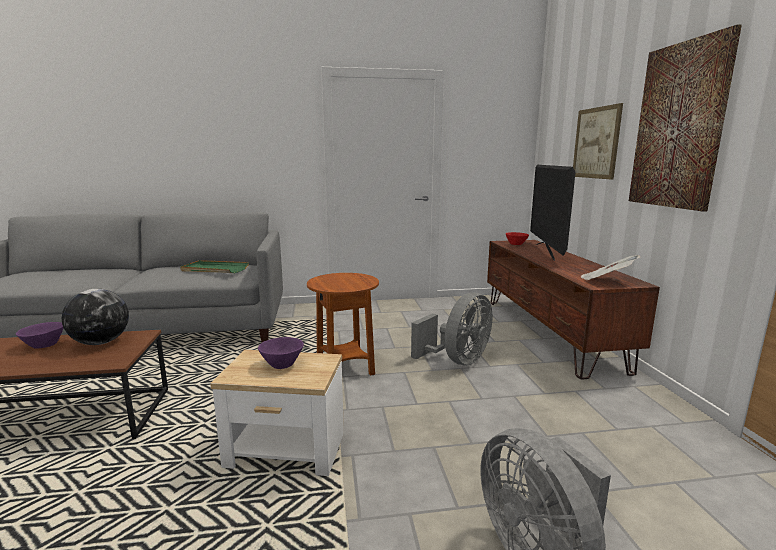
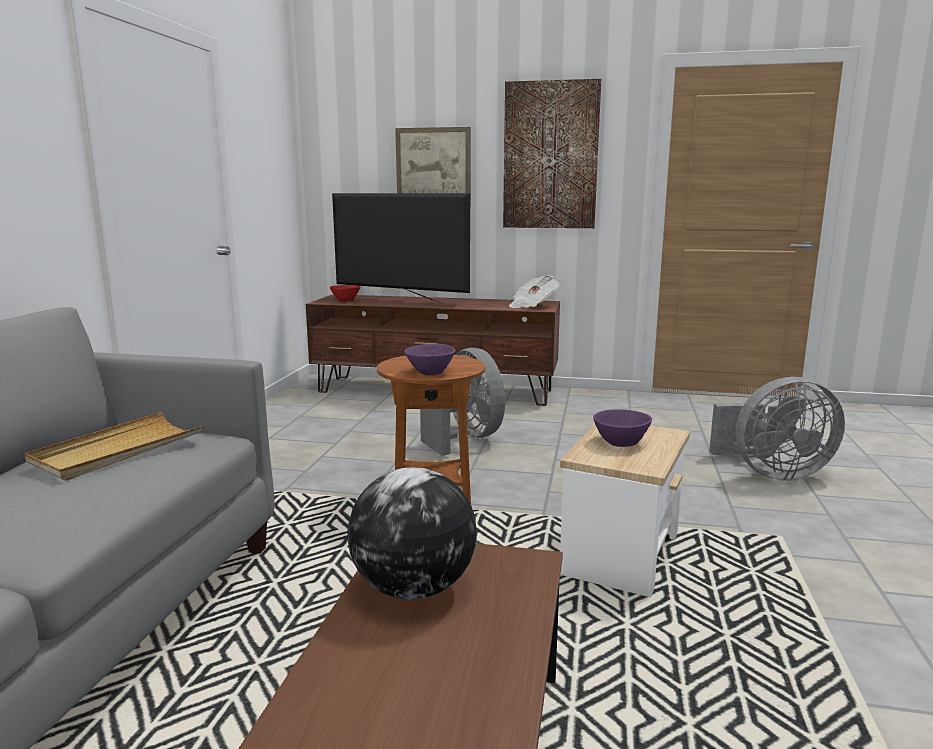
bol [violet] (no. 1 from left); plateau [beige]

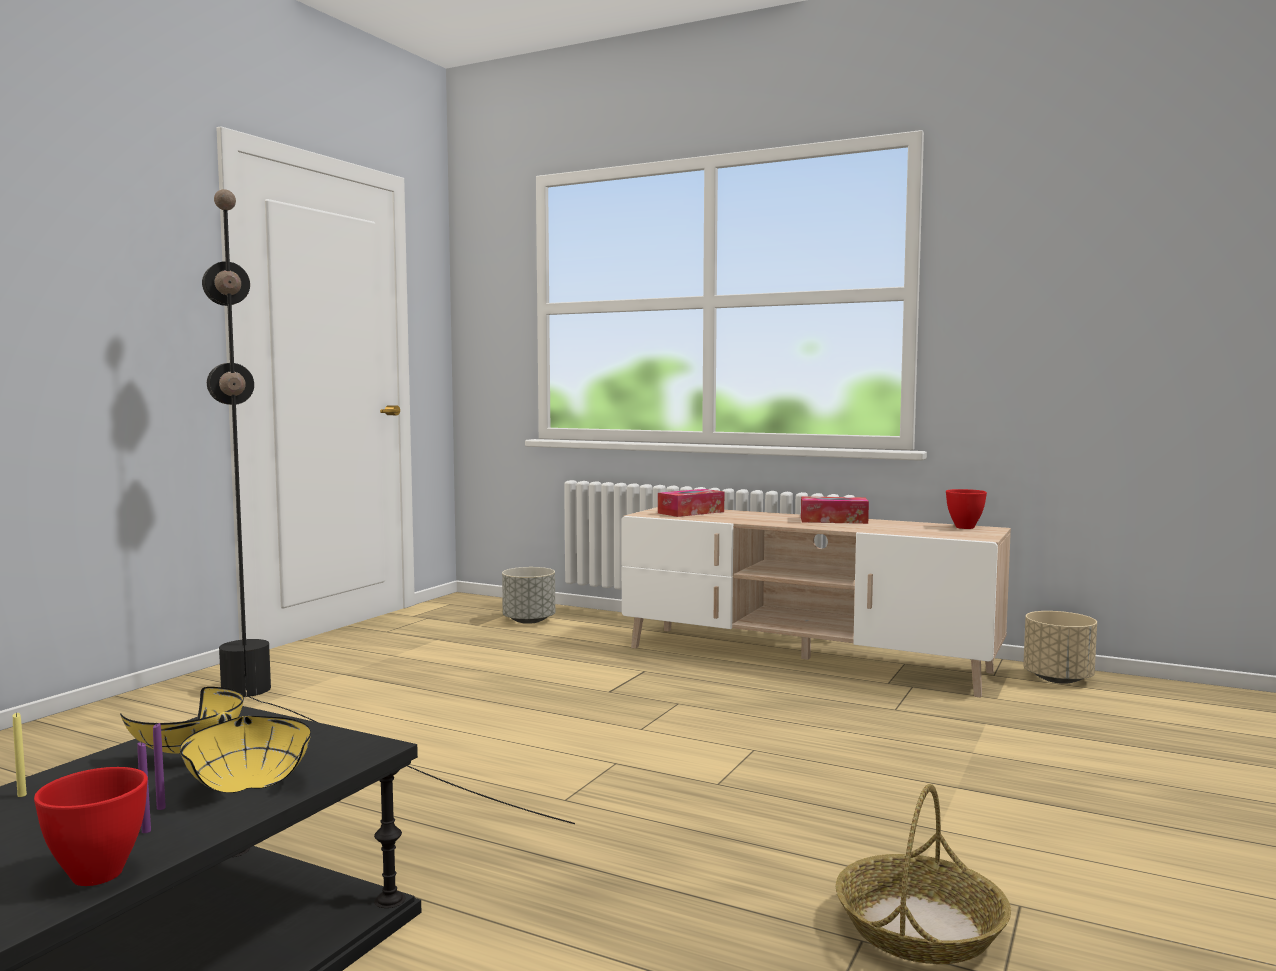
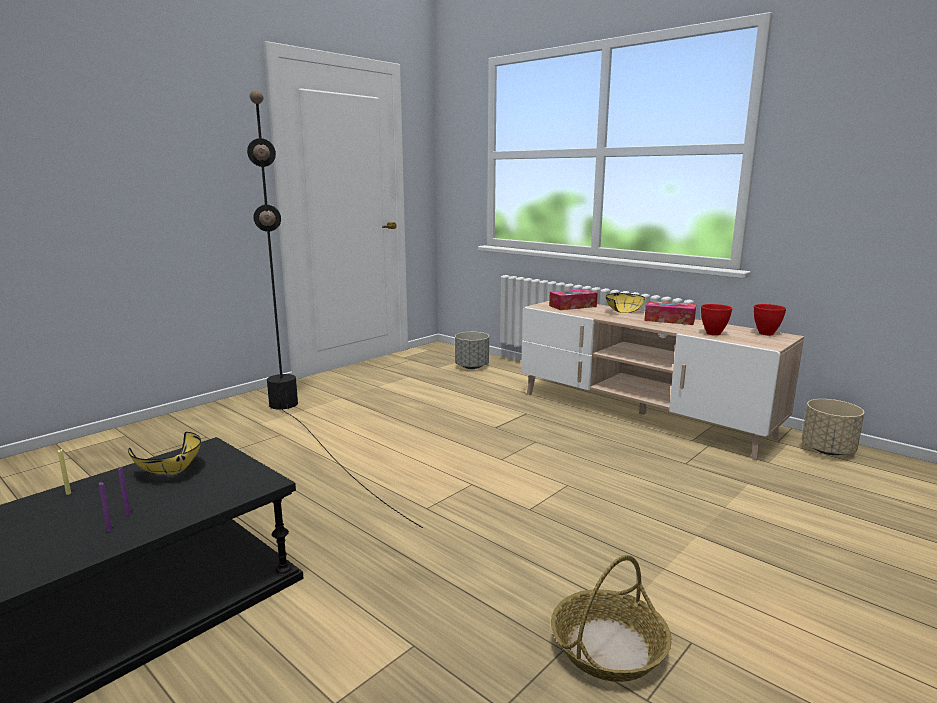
bol [rouge] (no. 1 from left); bol [jaune] (no. 2 from left)

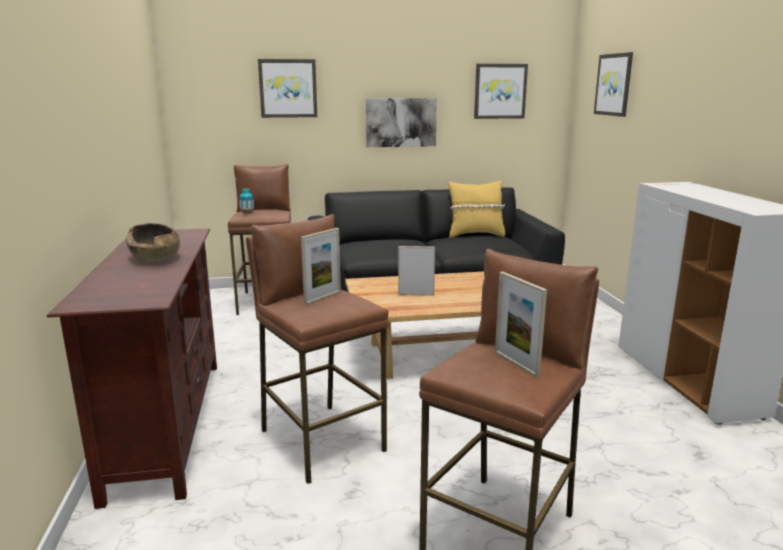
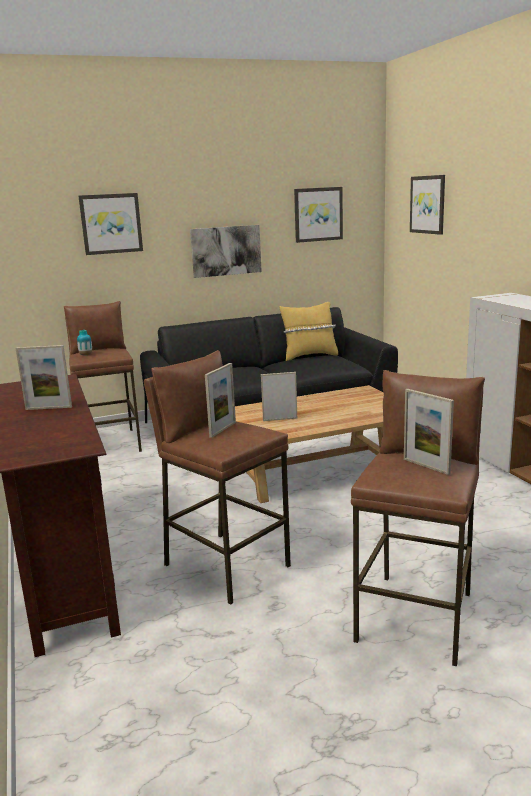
cadre photo (no. 1 from left)

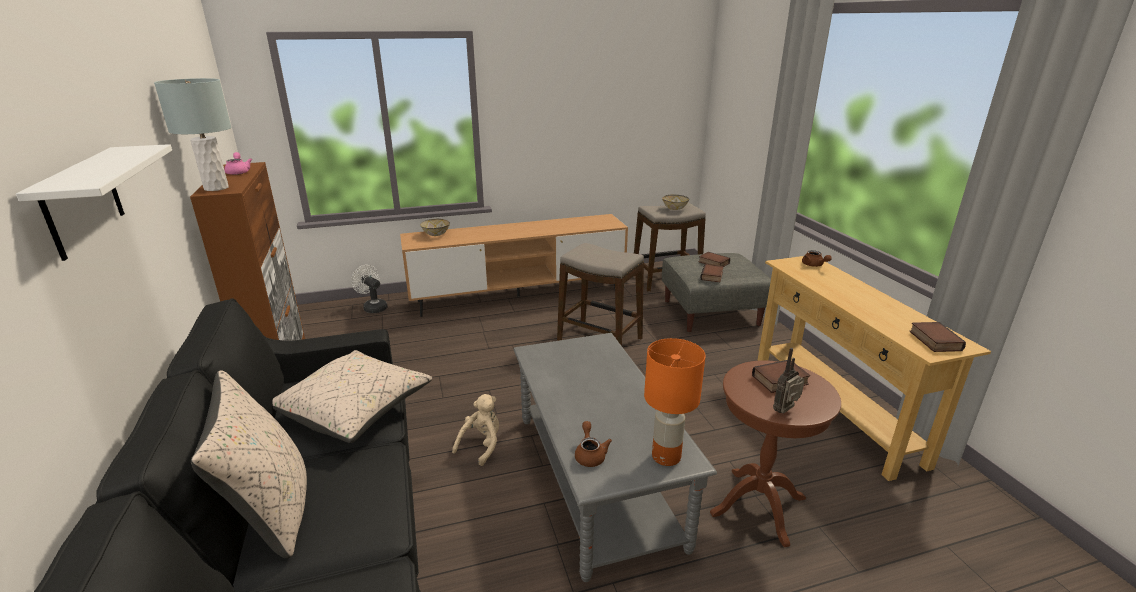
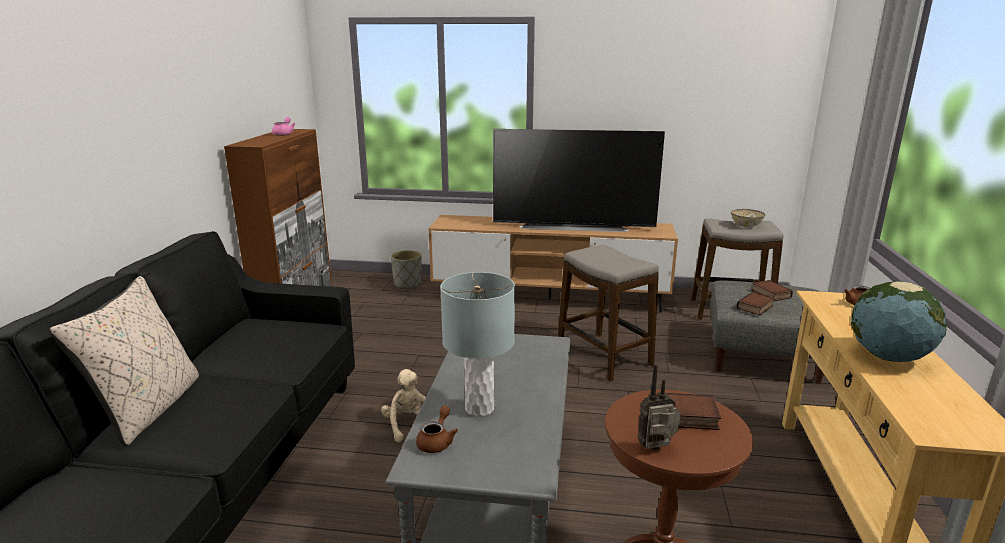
étagère [blanc]; coussin [beige] (no. 2 from left in the first image); bol (no. 1 from left in the first image); lampe de table [orange]; livre (no. 4 from left in the first image); téléviseur; globe; lampe de table [gris]; cache-pot [gris]; peluche [beige]

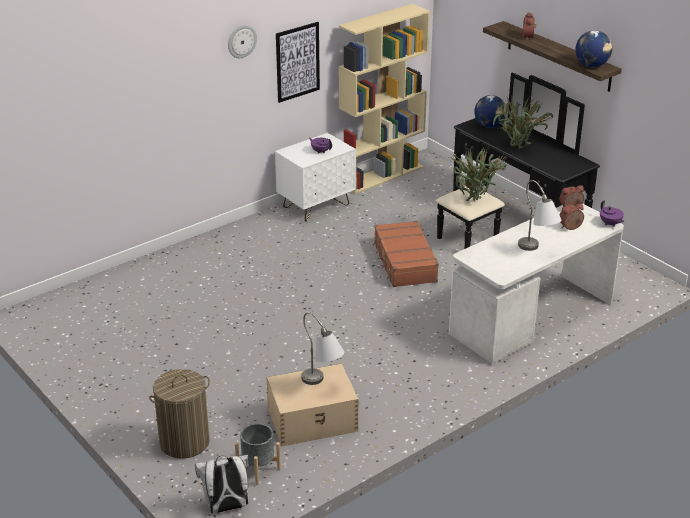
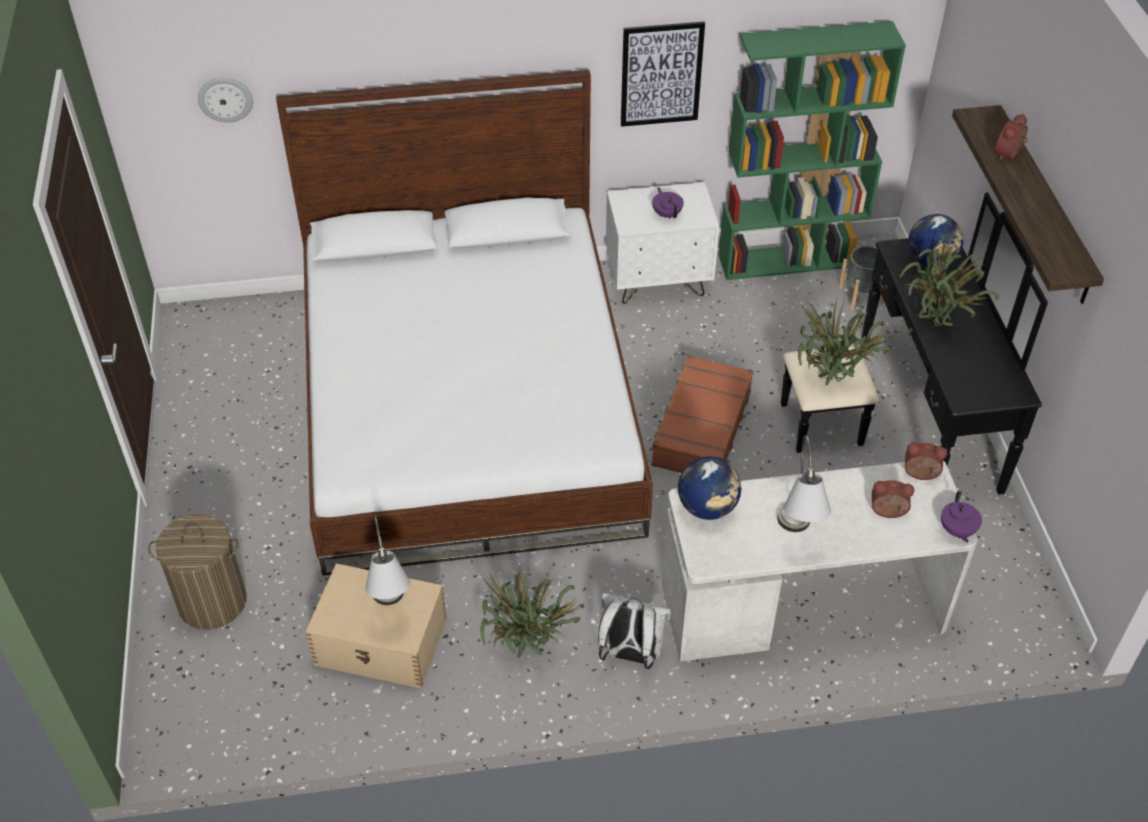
lit; plante en pot (no. 1 from left); sac à dos [blanc]; horloge murale; cache-pot [gris]; globe (no. 1 from left); bibliothèque [vert]

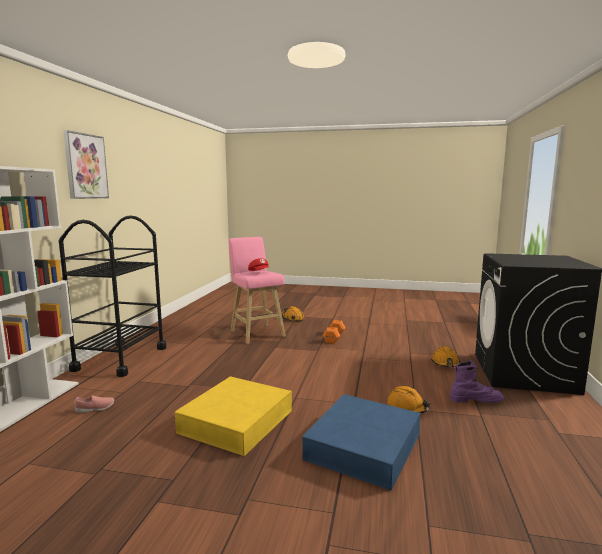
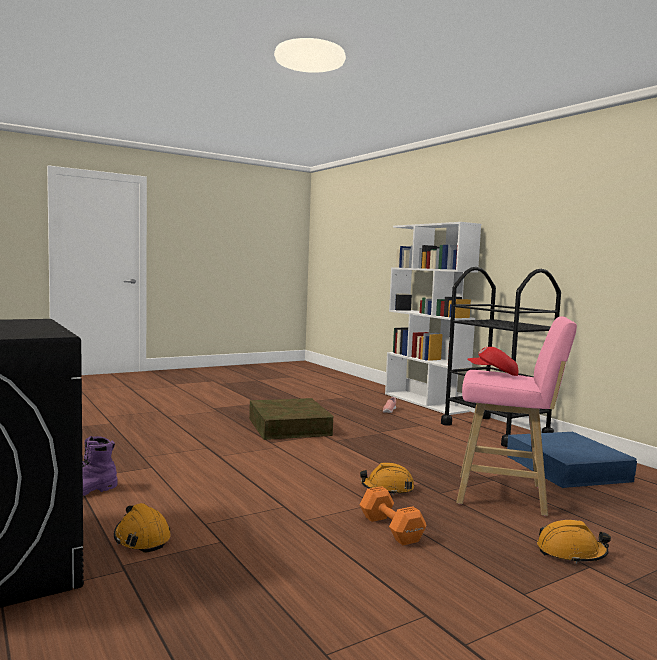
tableau; boîte de rangement [bleu]; casque de chantier [orange] (no. 2 from left); boîte de rangement [marron]

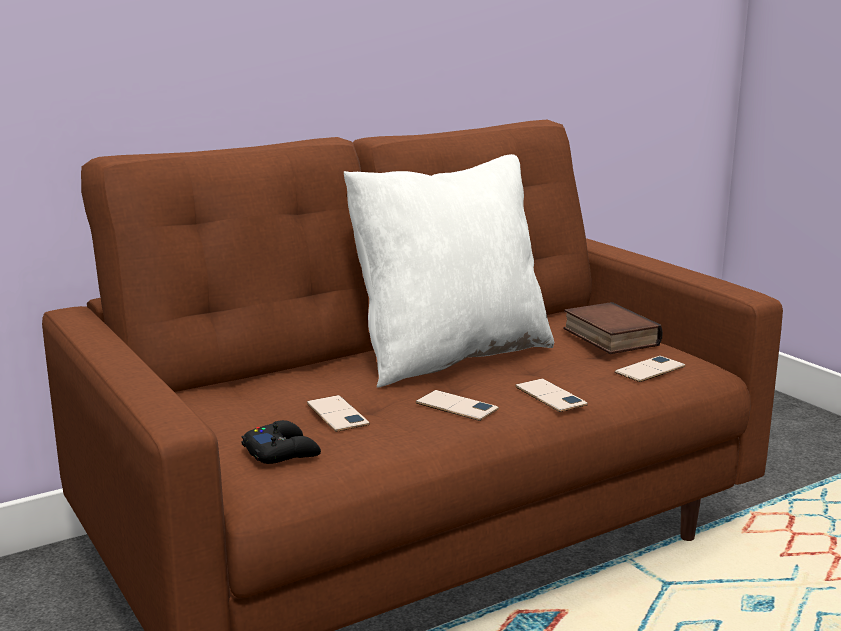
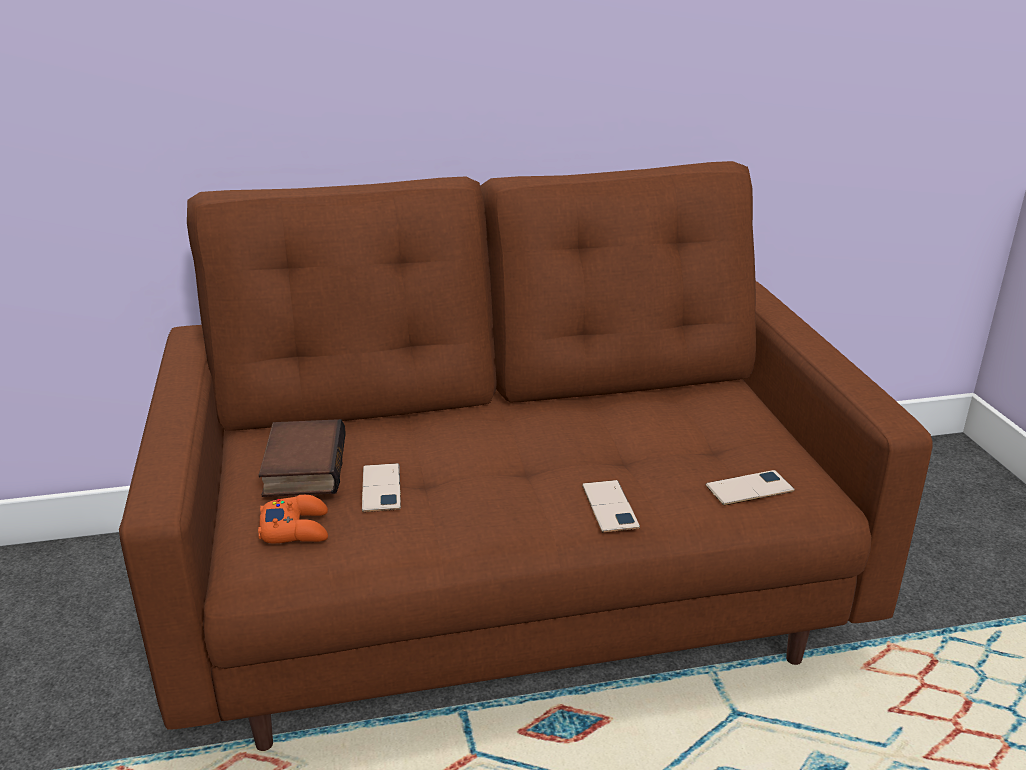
coussin [blanc]; téléphone (no. 2 from left in the first image); livre; manette [orange]

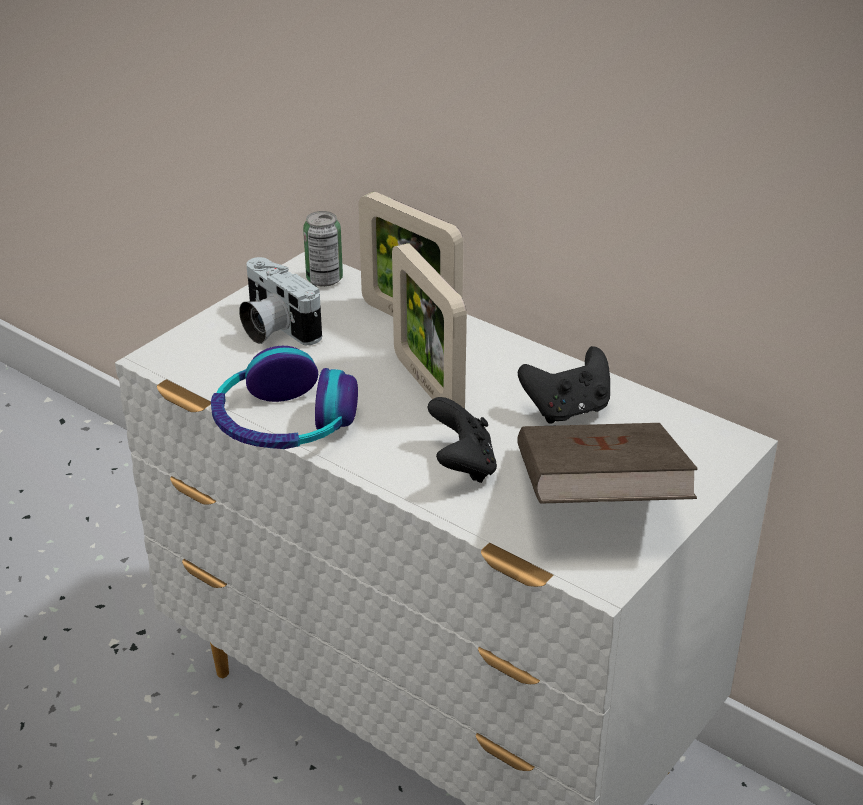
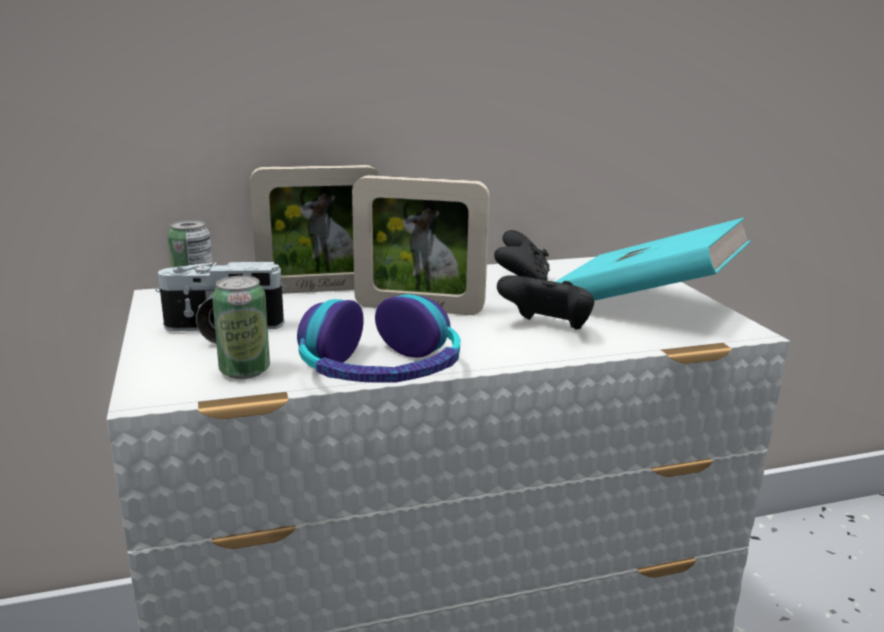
boîte métallique (no. 2 from left); livre [turquoise]

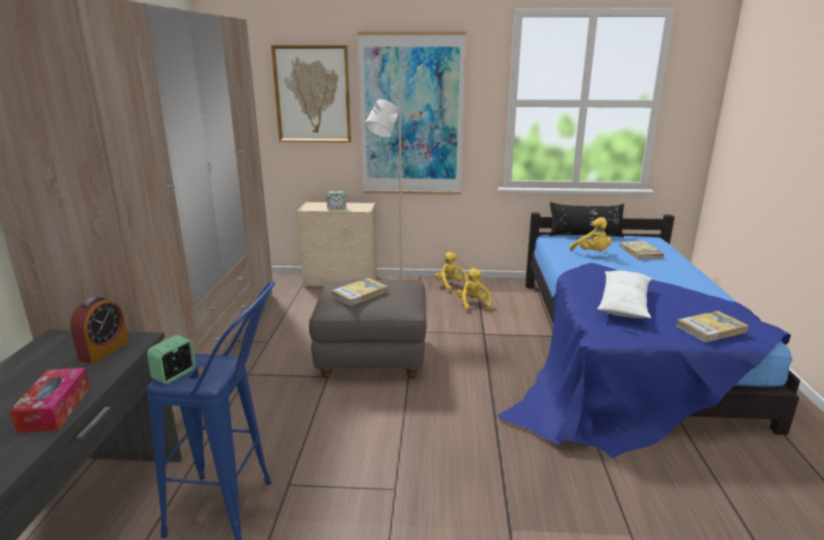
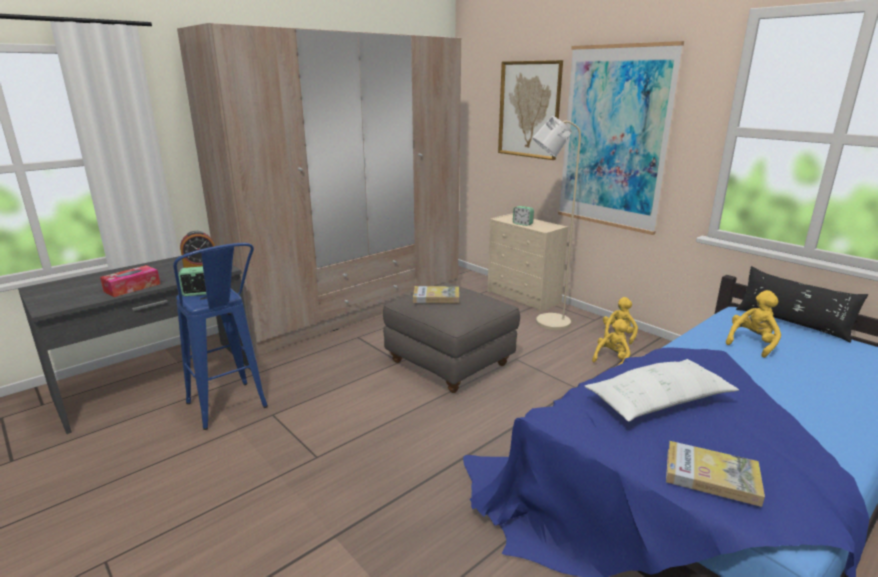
livre (no. 2 from left in the first image); peluche [jaune] (no. 3 from left)

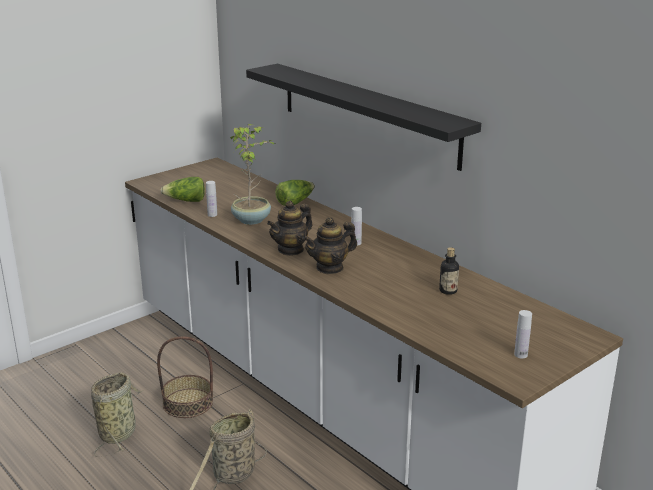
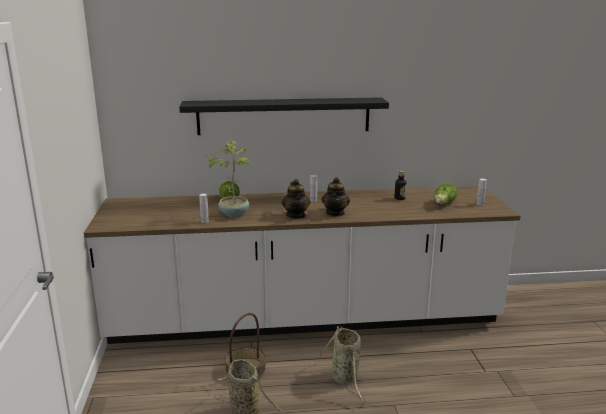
laitue (no. 2 from left)

